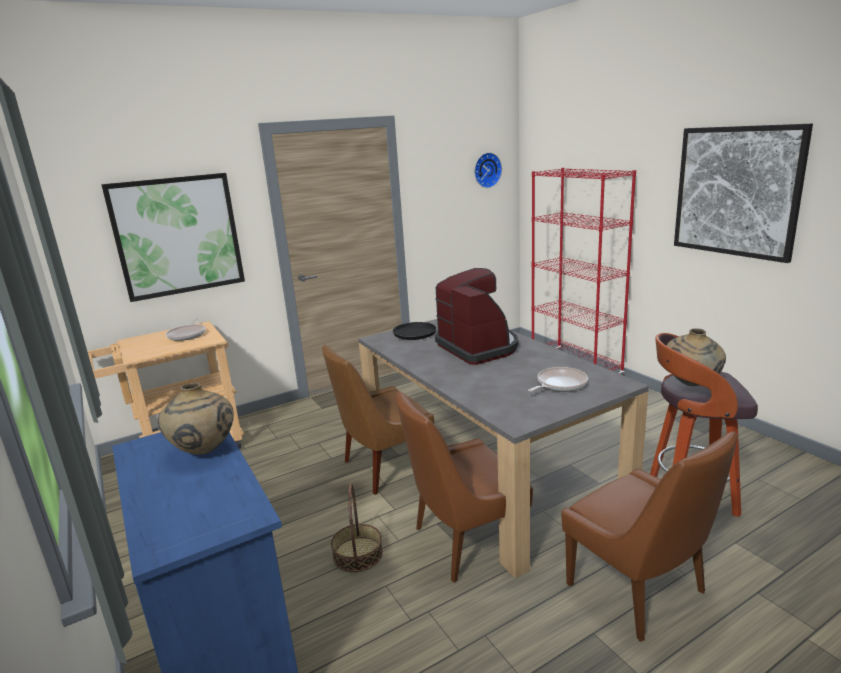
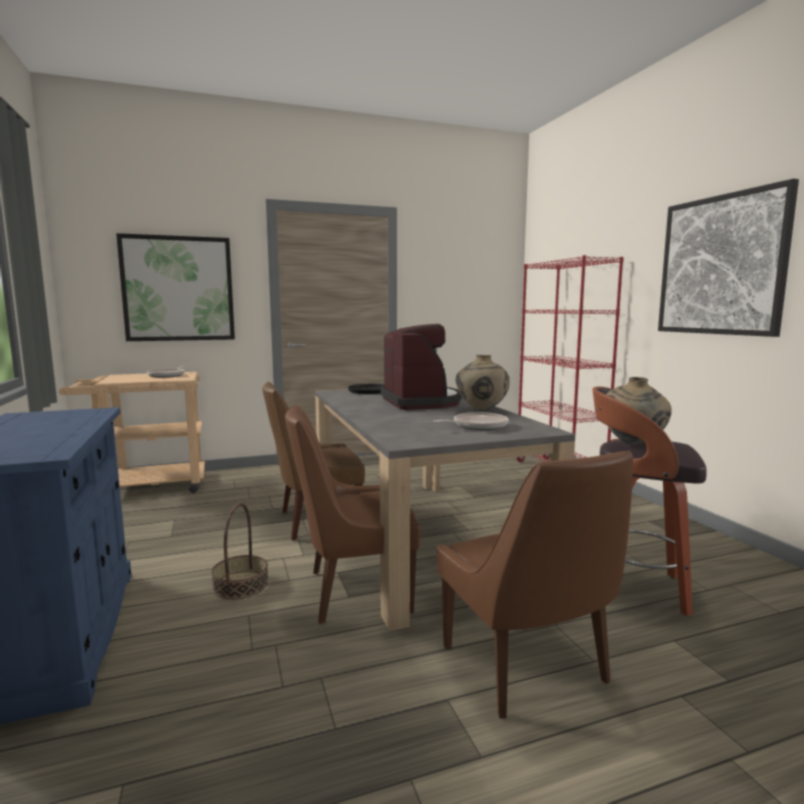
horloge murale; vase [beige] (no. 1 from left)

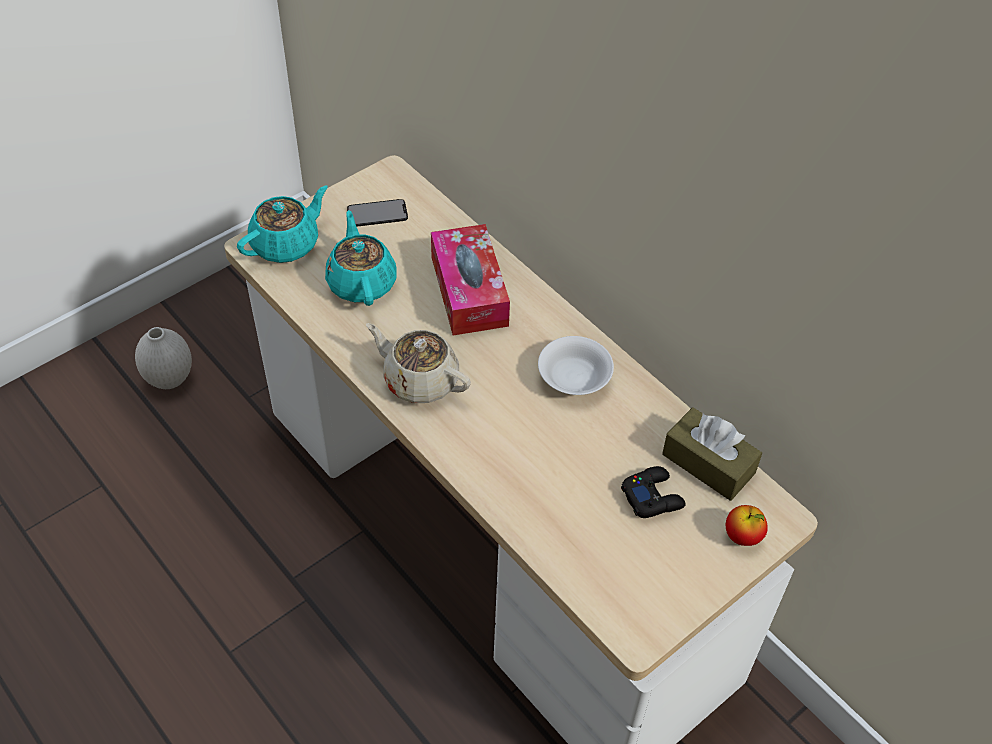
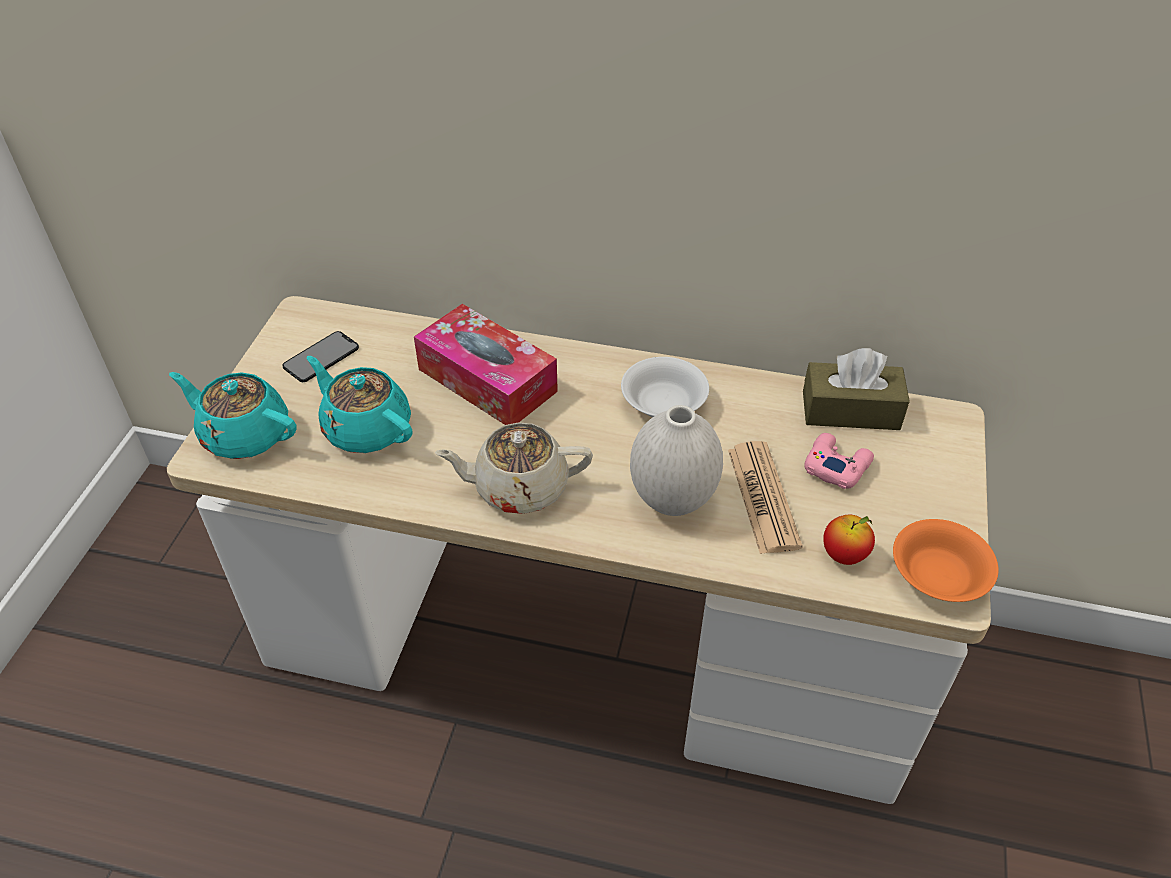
journal; bol [orange]; vase [blanc]; pomme; manette [rose]; théière [turquoise] (no. 1 from left)

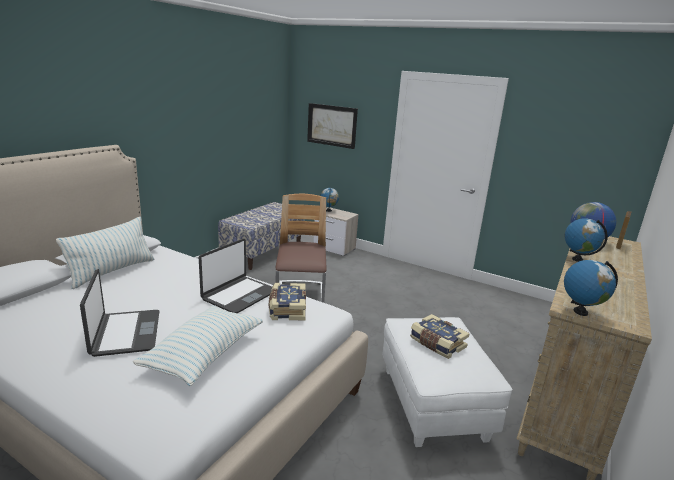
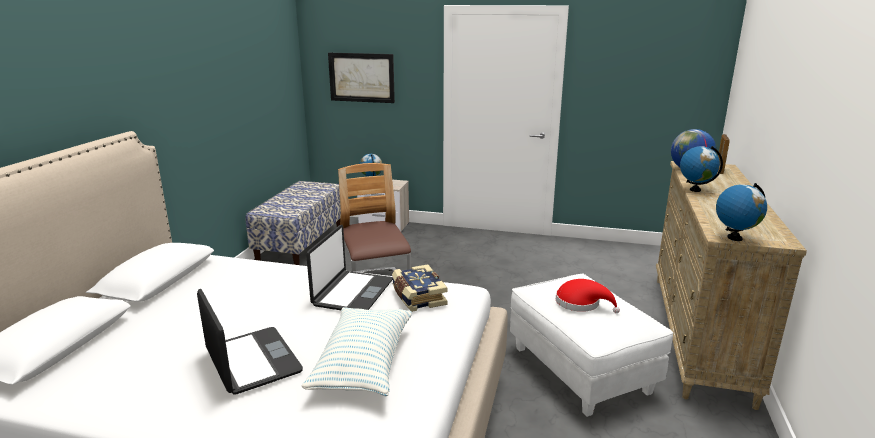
coussin (no. 1 from left in the first image); chapeau [rouge]

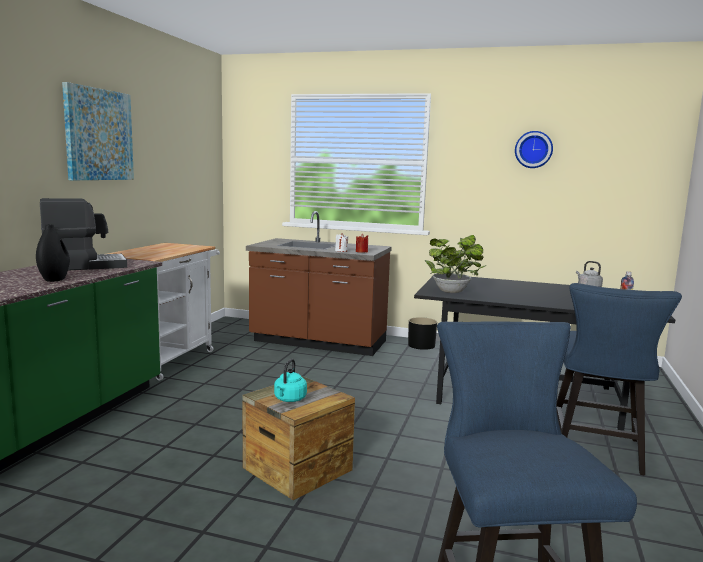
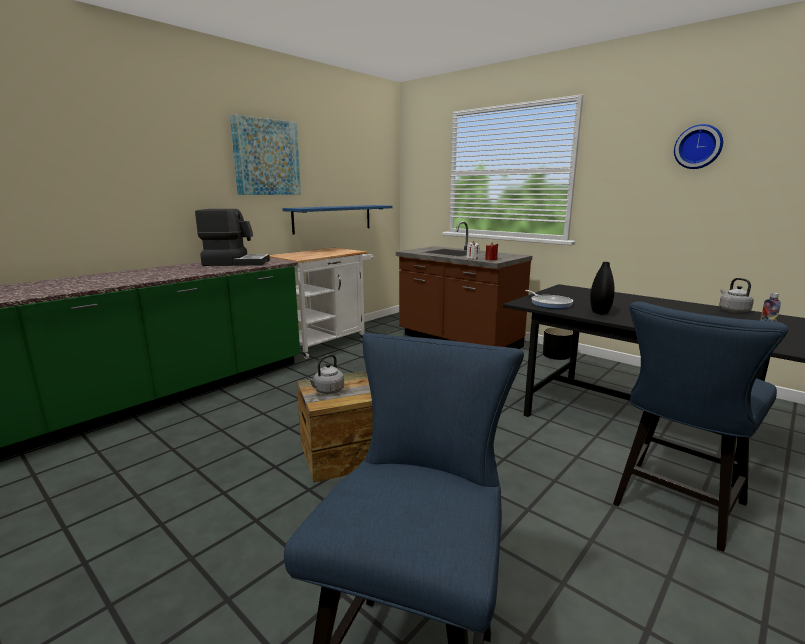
étagère [bleu]; vase [noir]; poêle; bouilloire [gris] (no. 1 from left)

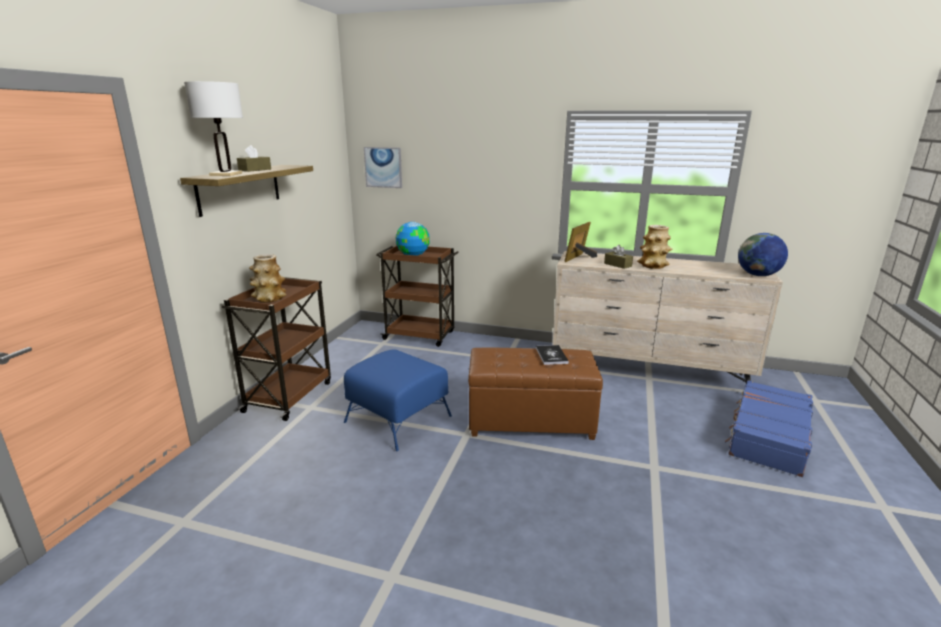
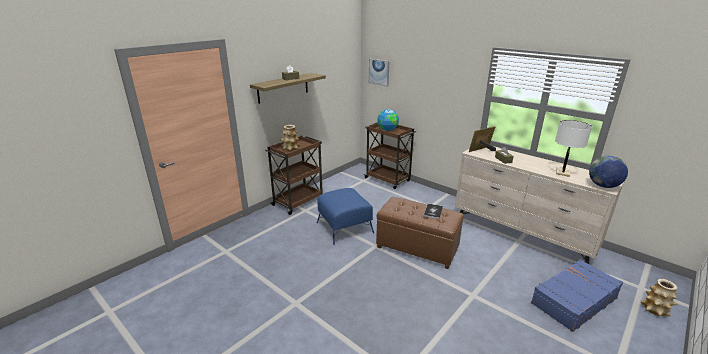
lampe de table [blanc]; vase (no. 2 from left)

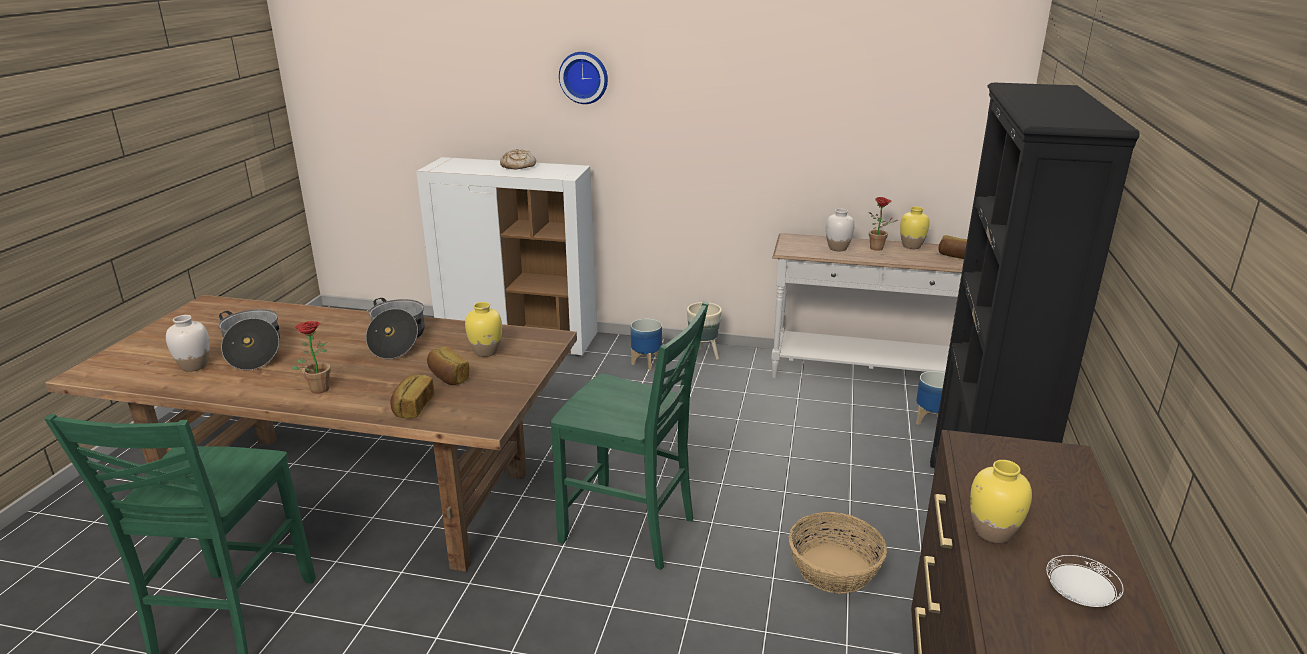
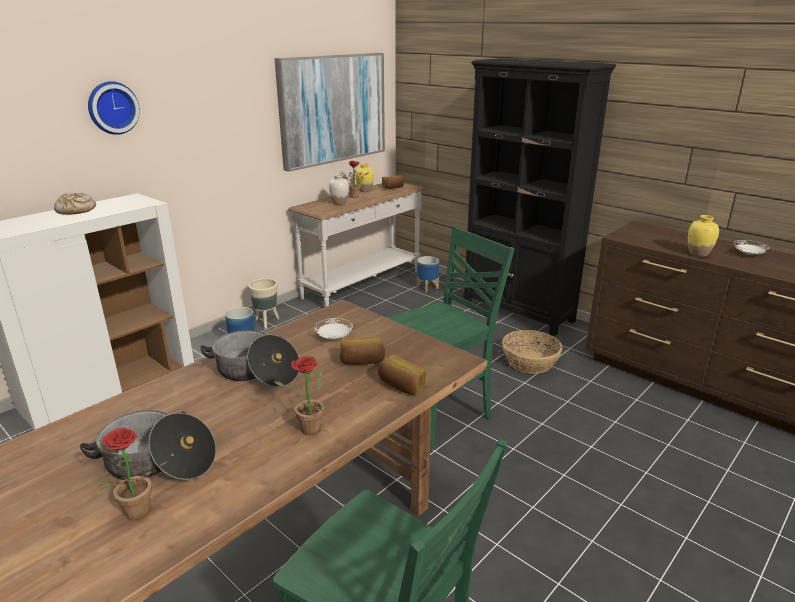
tableau; plante en pot (no. 1 from left); assiette [blanc] (no. 1 from left)

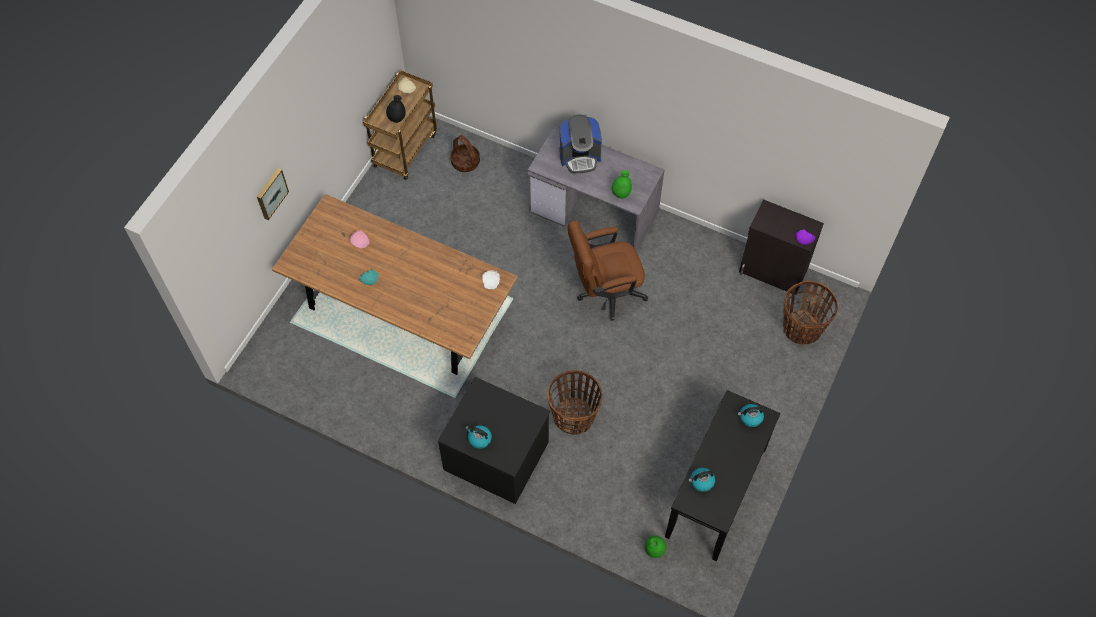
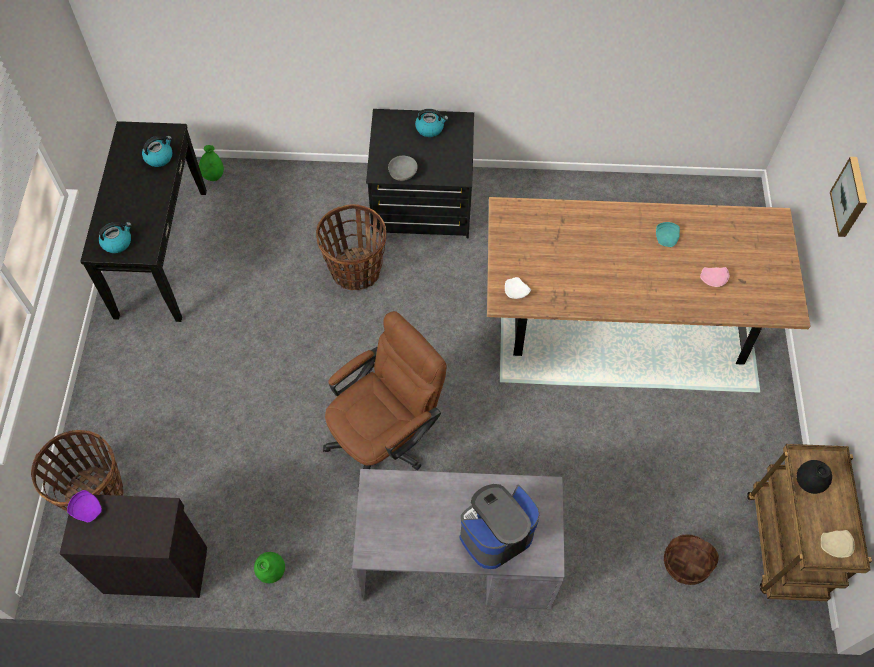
bol [gris]; vase [vert] (no. 2 from left)

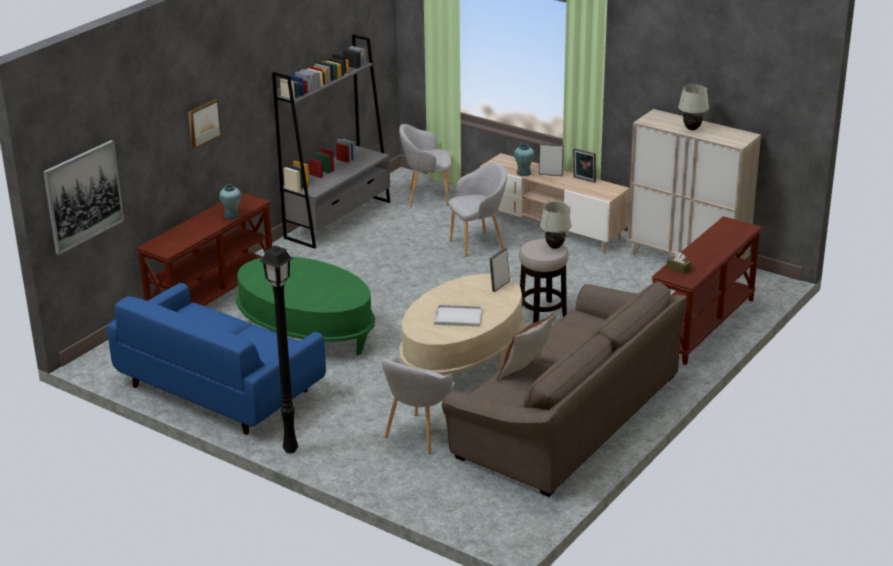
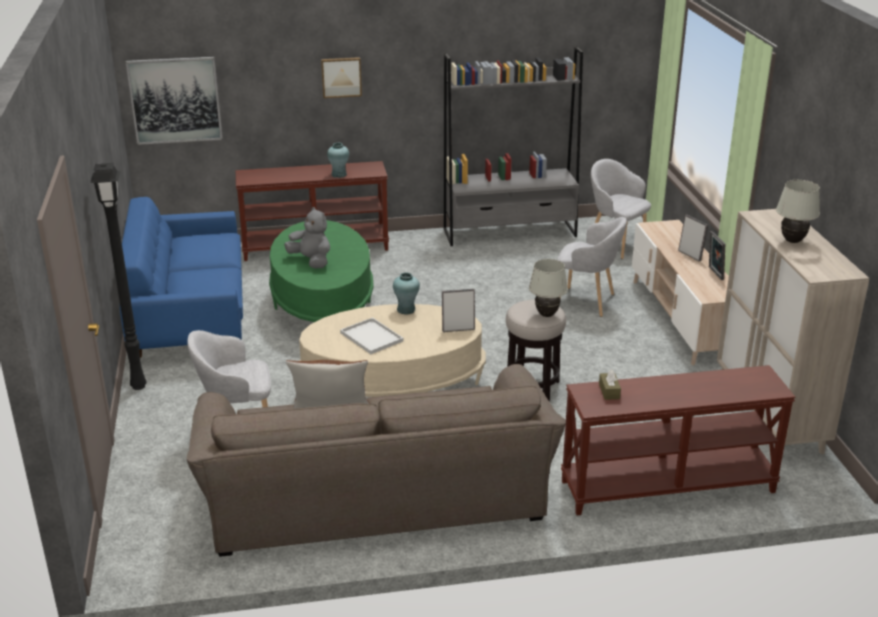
peluche [gris]; vase [turquoise] (no. 2 from left)

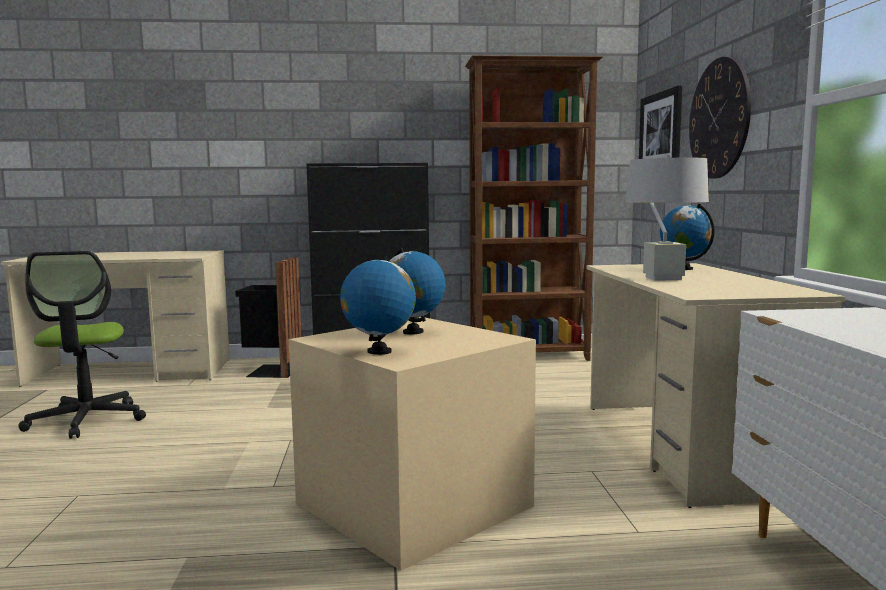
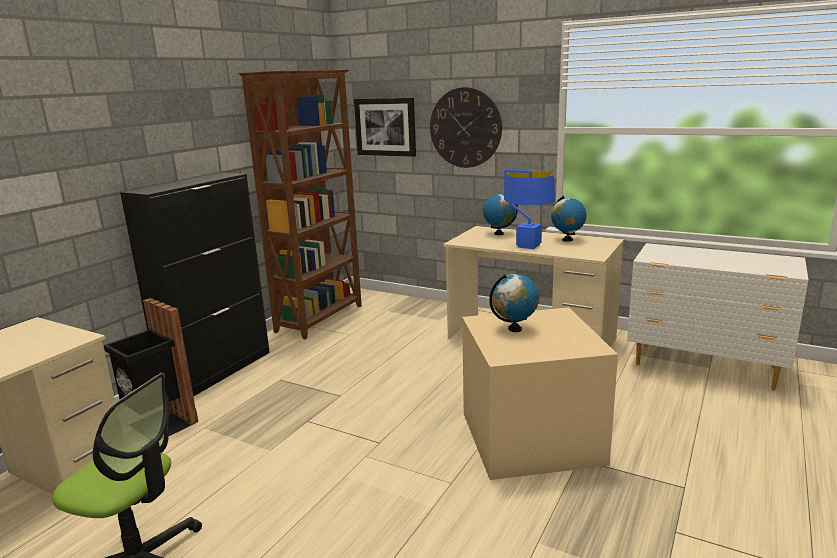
globe (no. 3 from left); lampe de table [bleu]

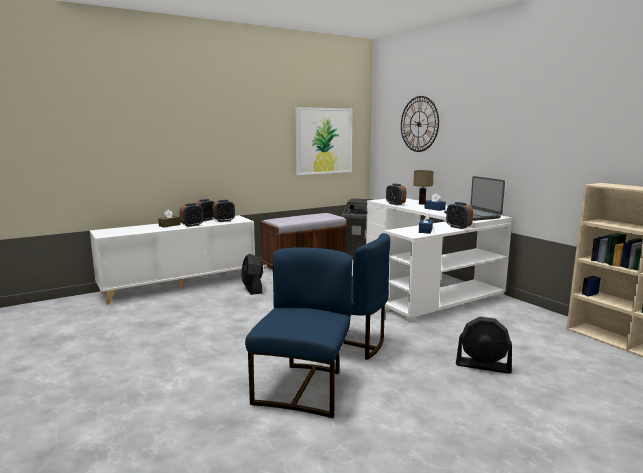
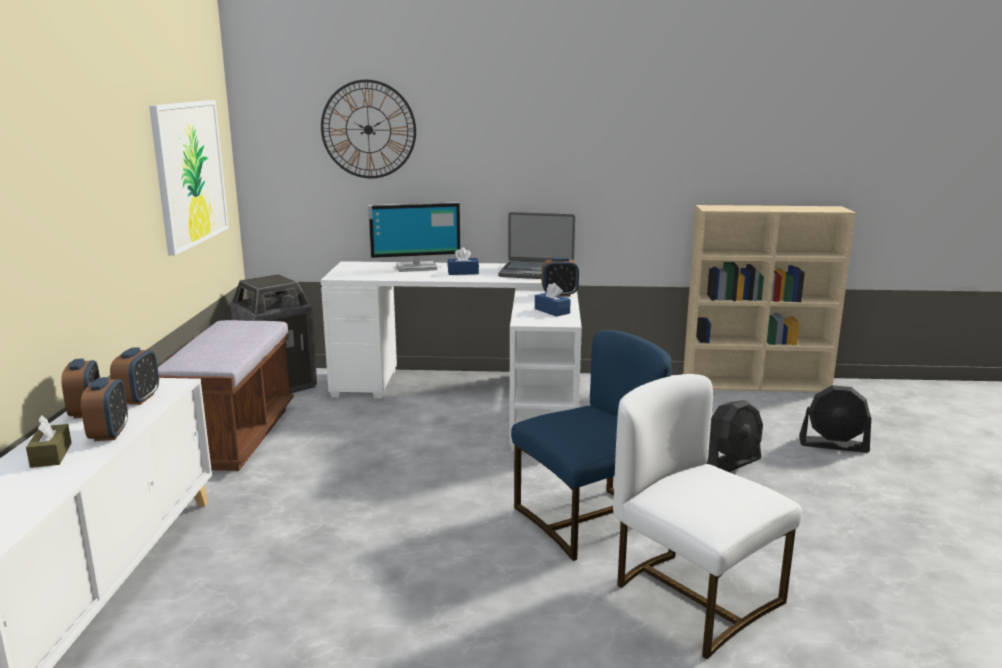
réveil (no. 4 from left in the first image); ventilateur [noir] (no. 2 from left); écran d'ordinateur; chaise [blanc]

